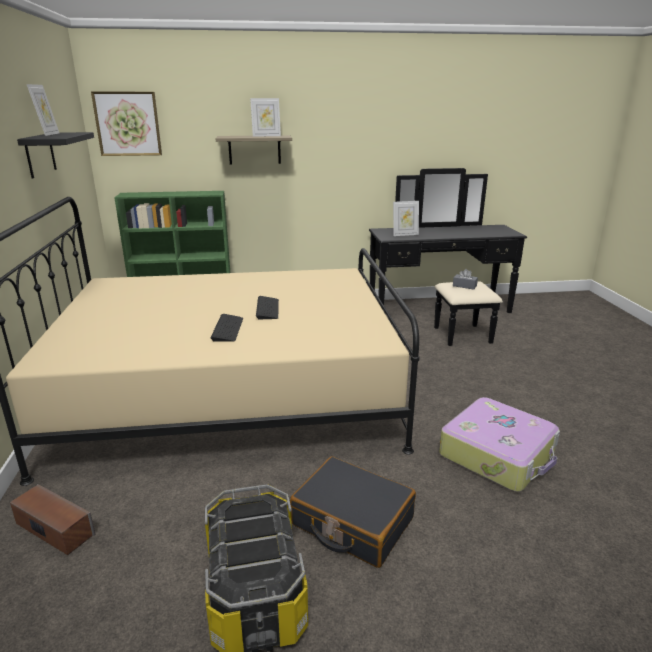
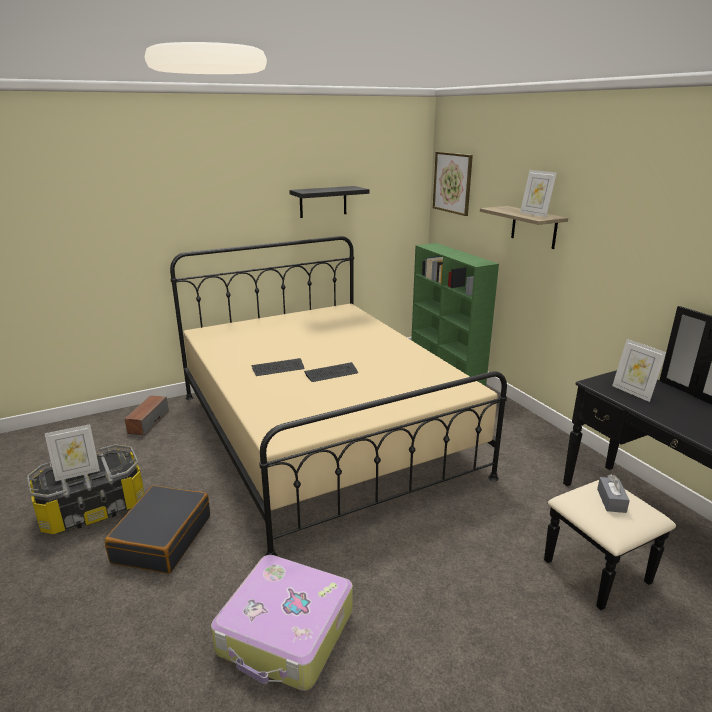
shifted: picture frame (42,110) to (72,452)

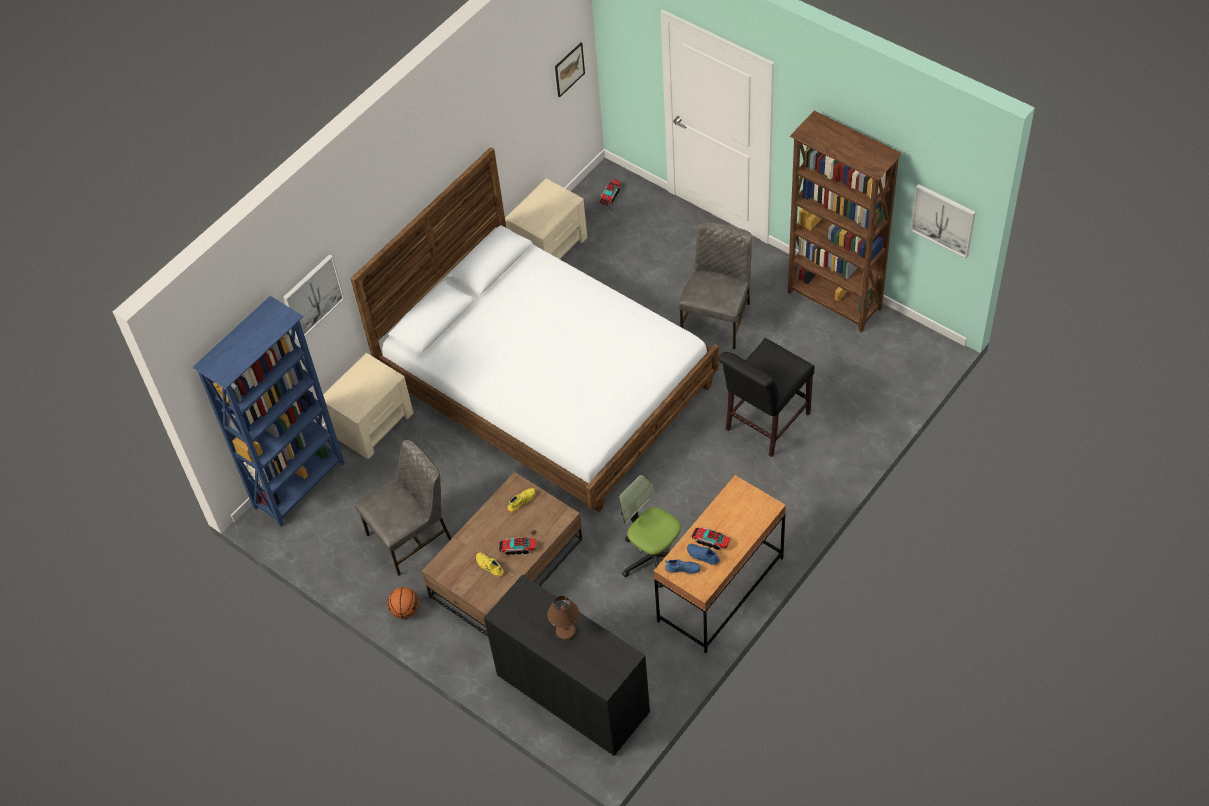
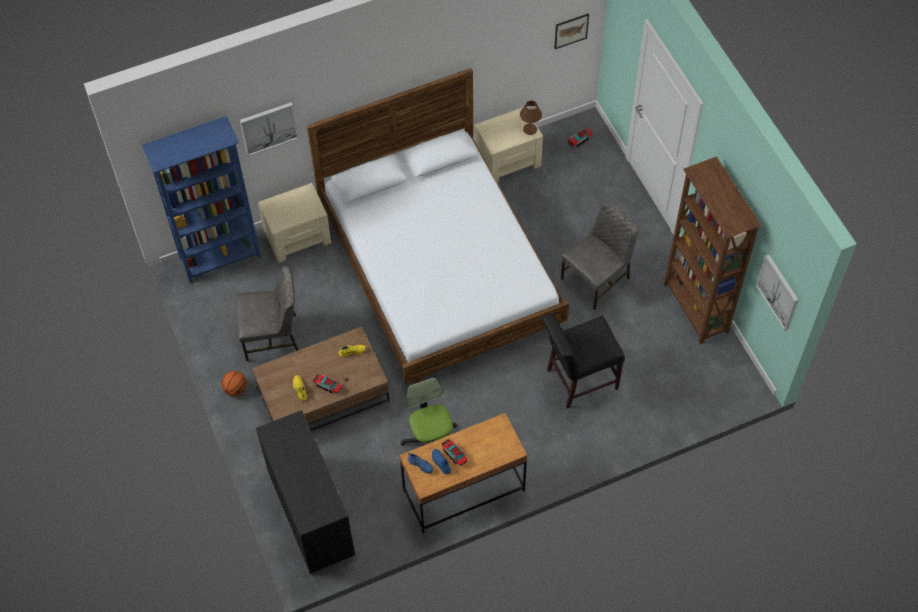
shifted: brownish table lamp (563,618) to (531,118)

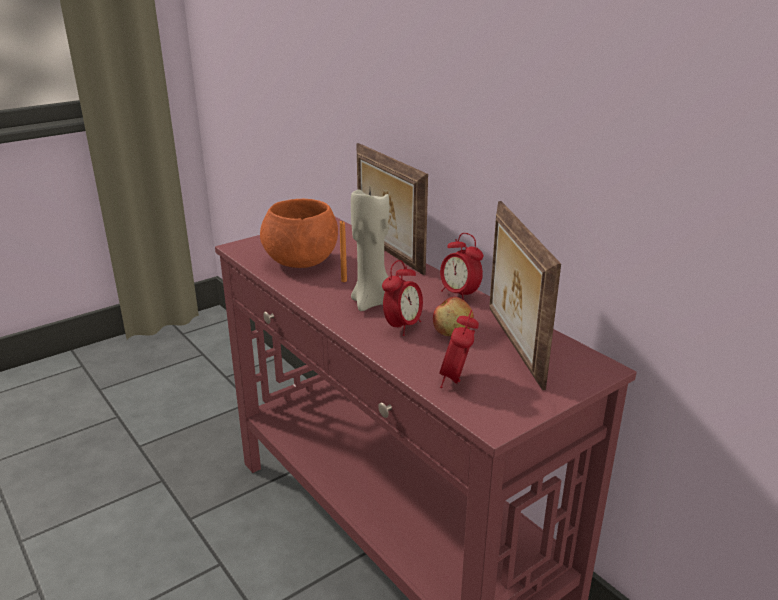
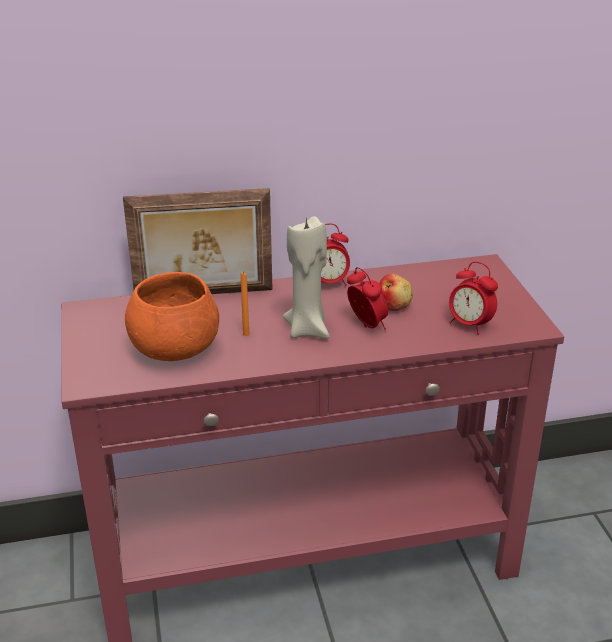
gone: picture frame (525,295)

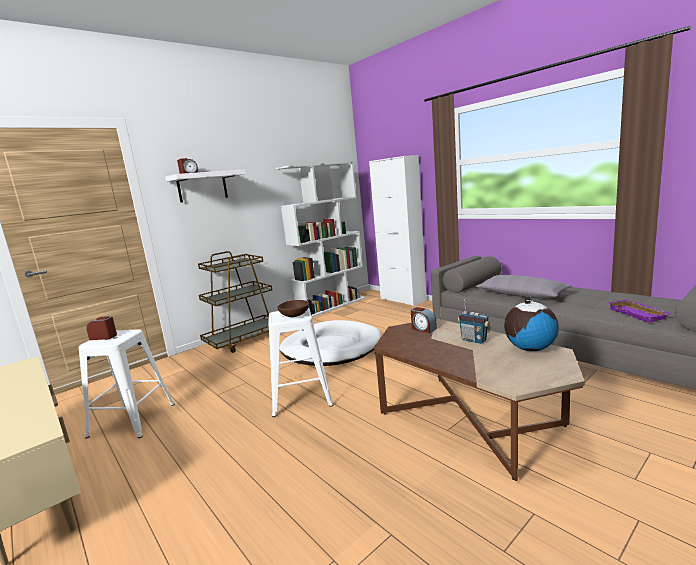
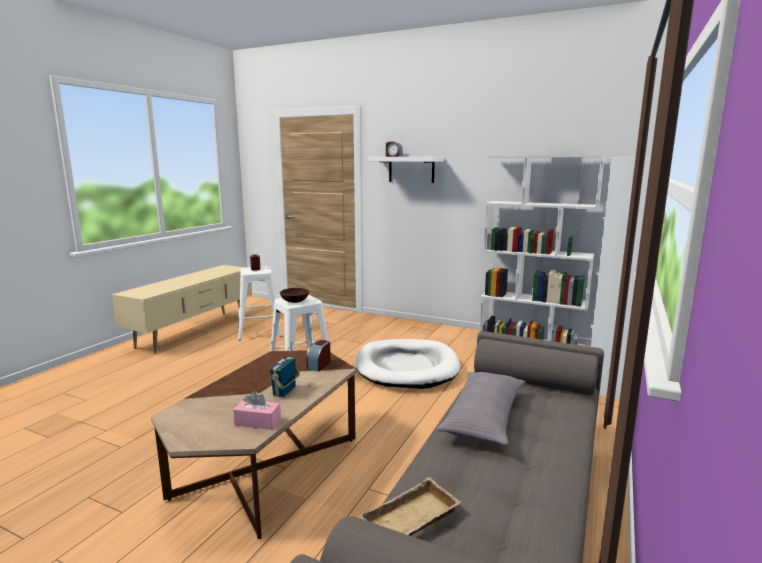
gone: brownish cart (235,302)
swapped: globe (531,323) to pinkish box of tissues (257,410)
repainted: purple-coloured tray (639,311) to beige-coloured tray (410,506)

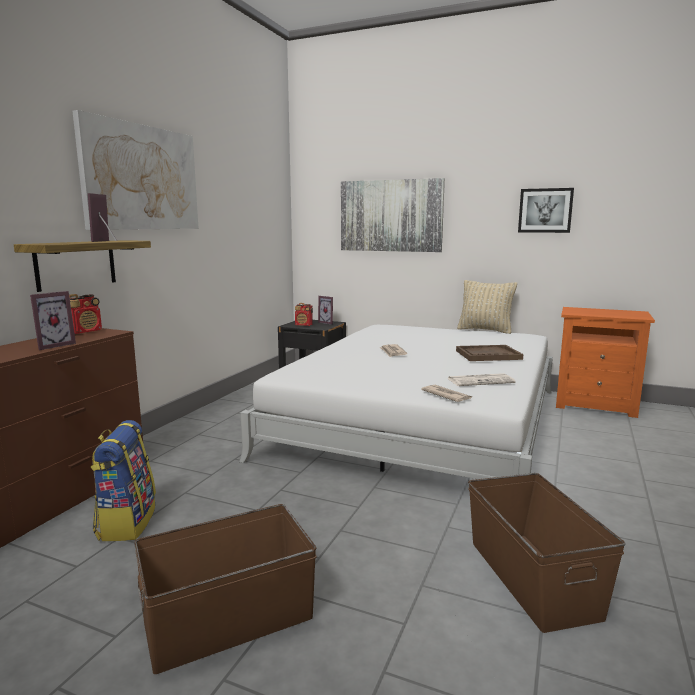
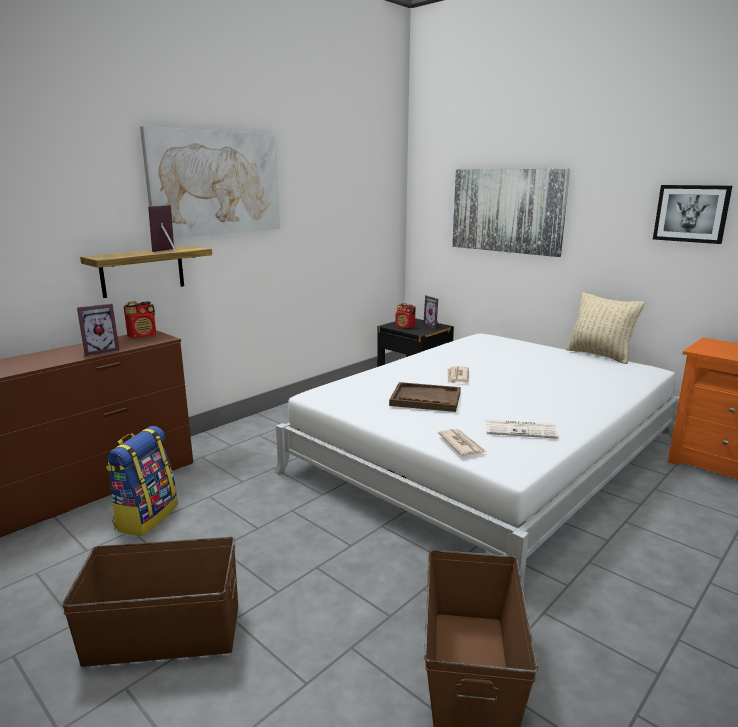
shifted: brownish tray (489,353) to (425,397)

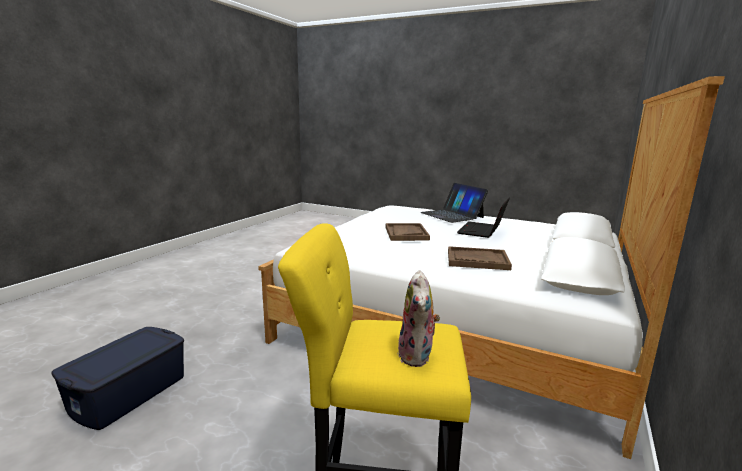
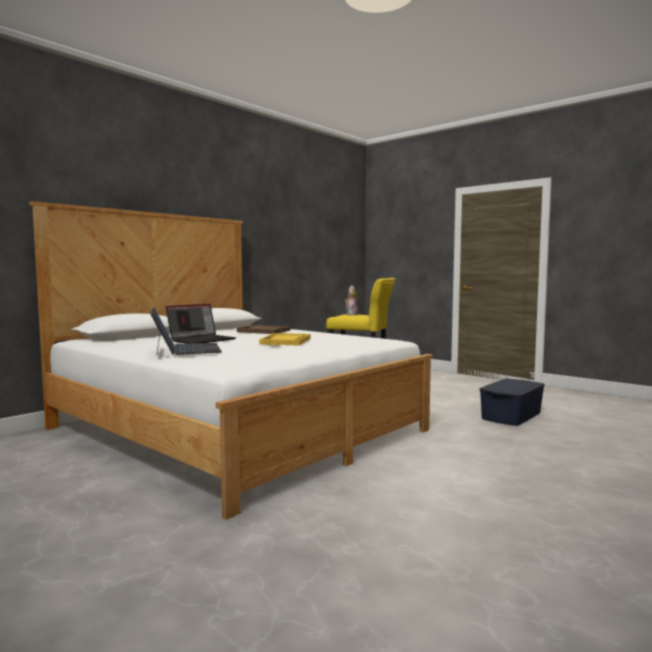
repainted: brownish tray (408,232) to yellow tray (285,339)

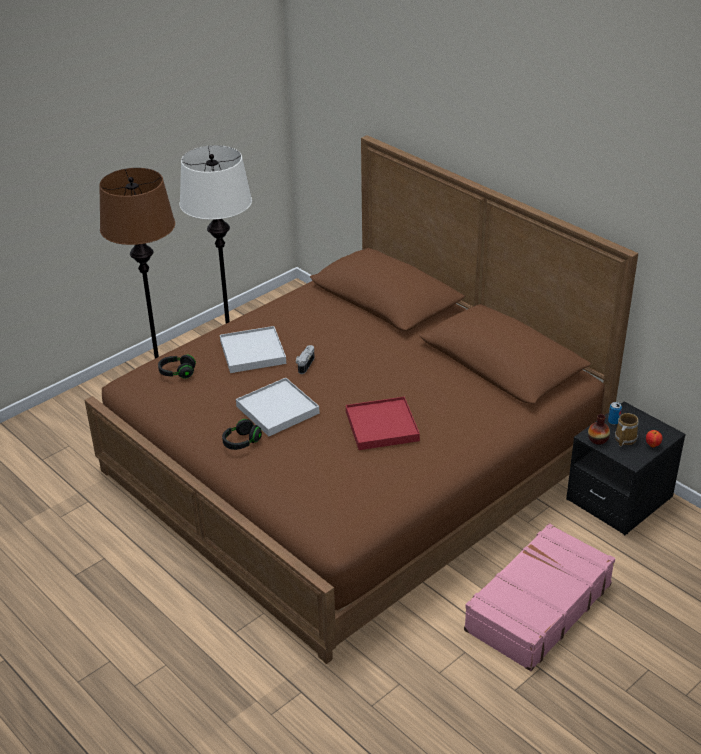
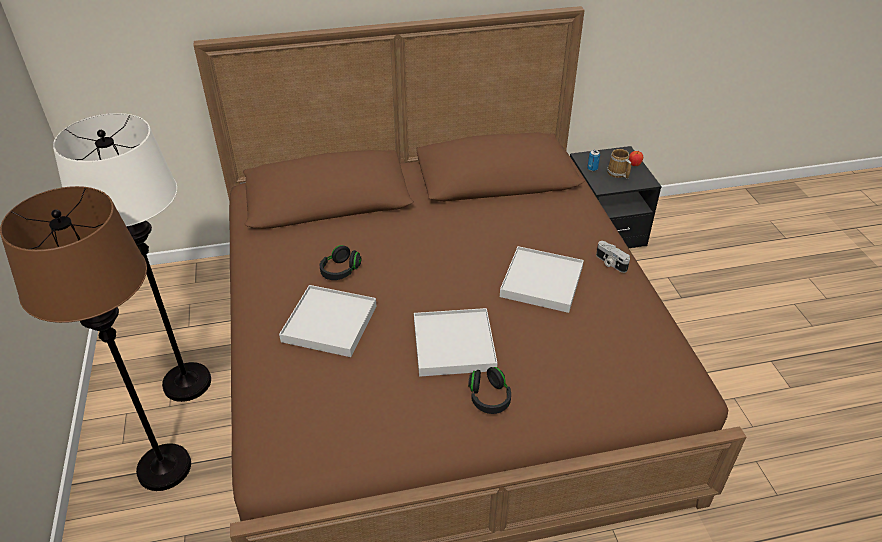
gone: vase (599,429); pinkish piece of luggage (539,597)
shifted: photo camera (305,359) to (613,257); black-coloured headphones (177,367) to (340,262)
repainted: reddish tray (383,423) to whitish tray (542,279)

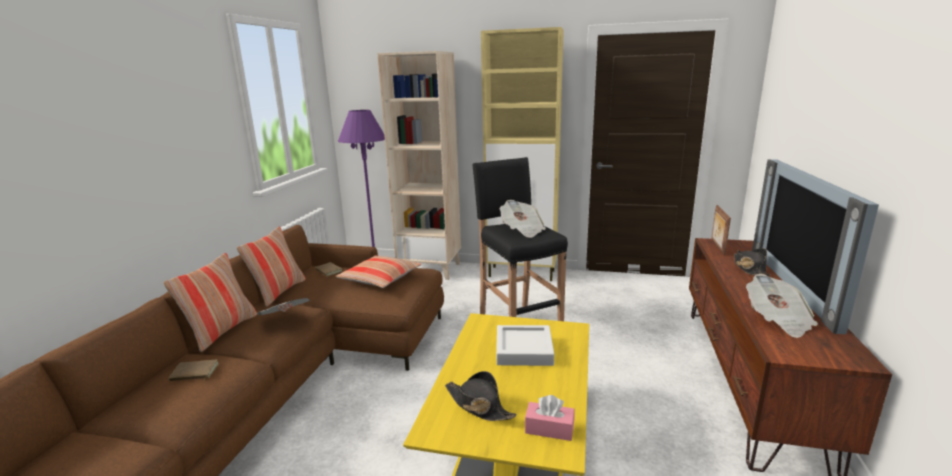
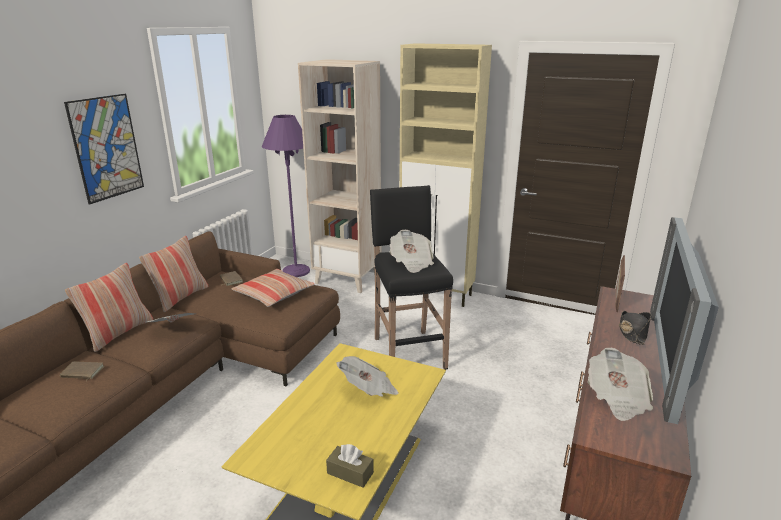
gone: black-coloured wearable hat (480,396)
new: wall picture (104,149)
swapped: whitish tray (525,345) to printed paper (367,376)
repainted: pinkish box of tissues (550,418) to brownish box of tissues (350,466)

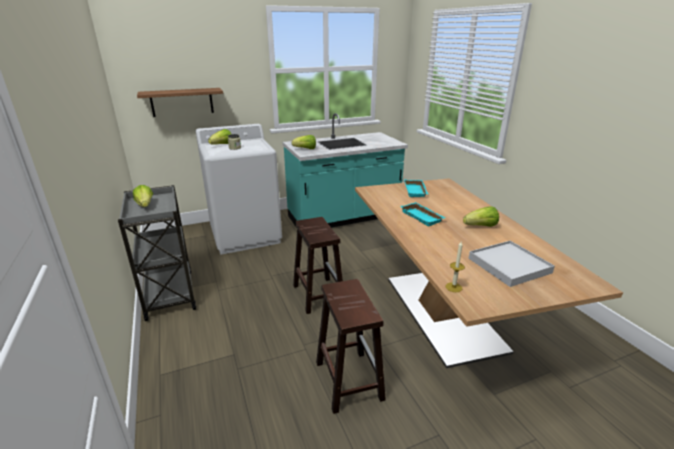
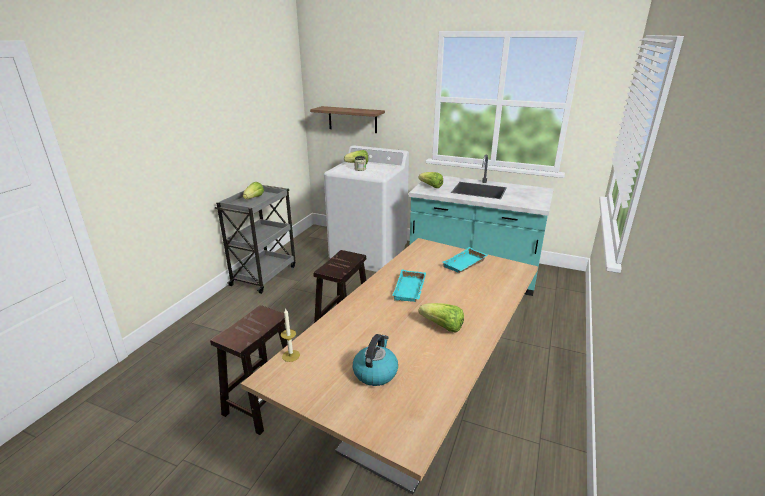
swapped: whitish tray (512,264) to kettle (375,360)

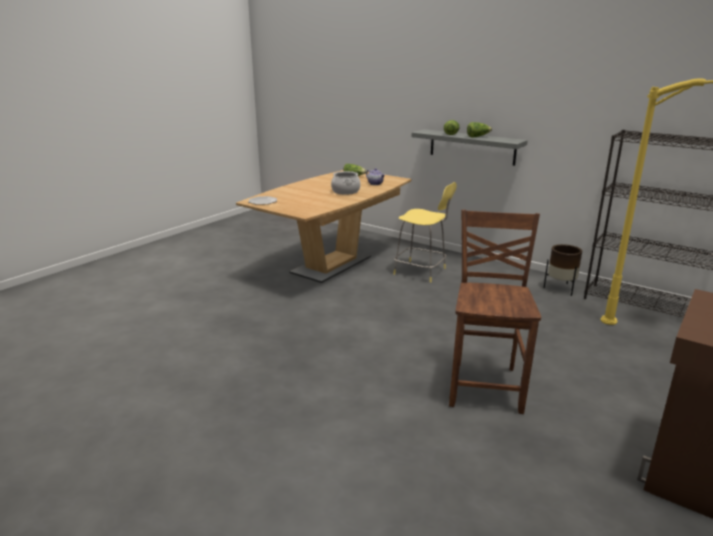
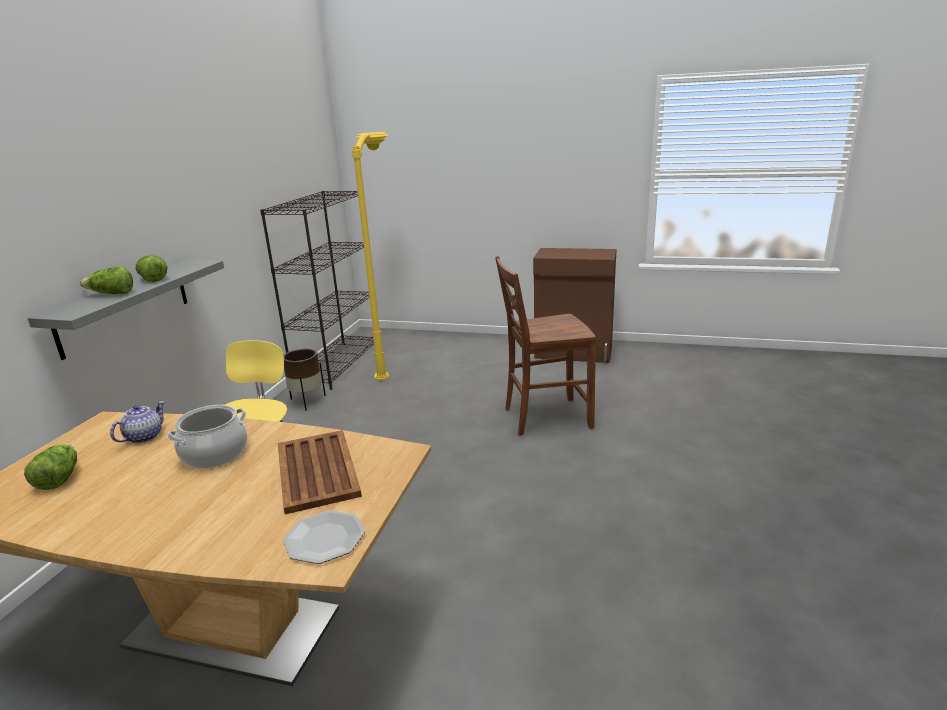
new: brownish tray (320,472)

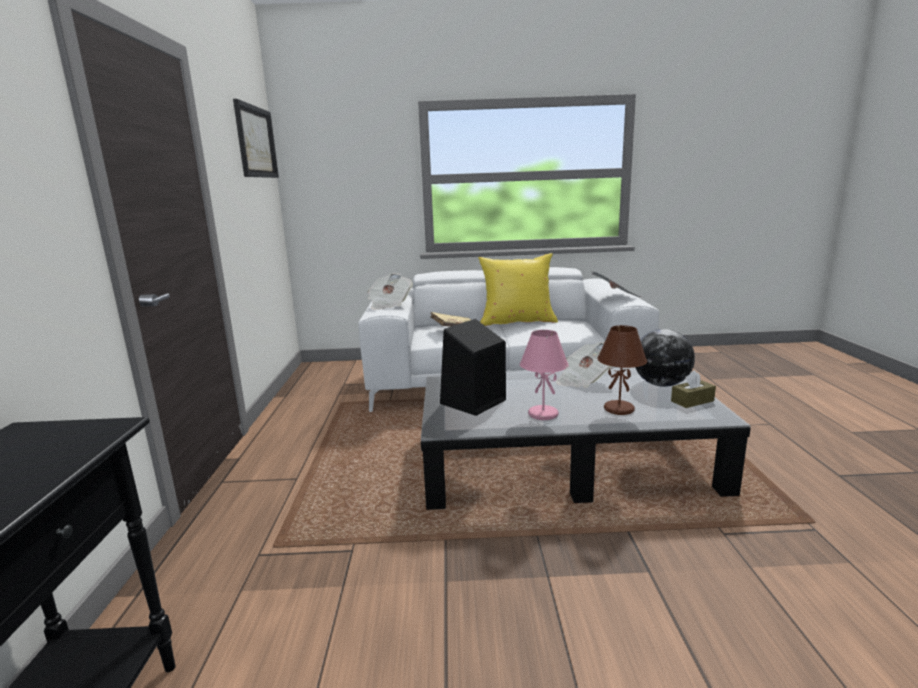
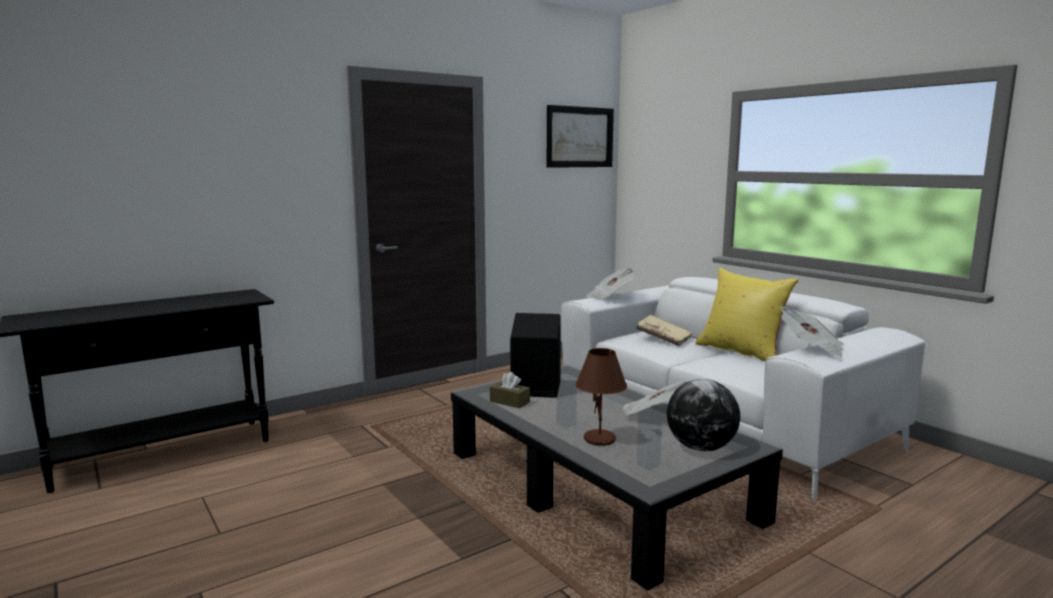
gone: pinkish table lamp (544,375)
shifted: brownish box of tissues (693,389) to (510,390)

